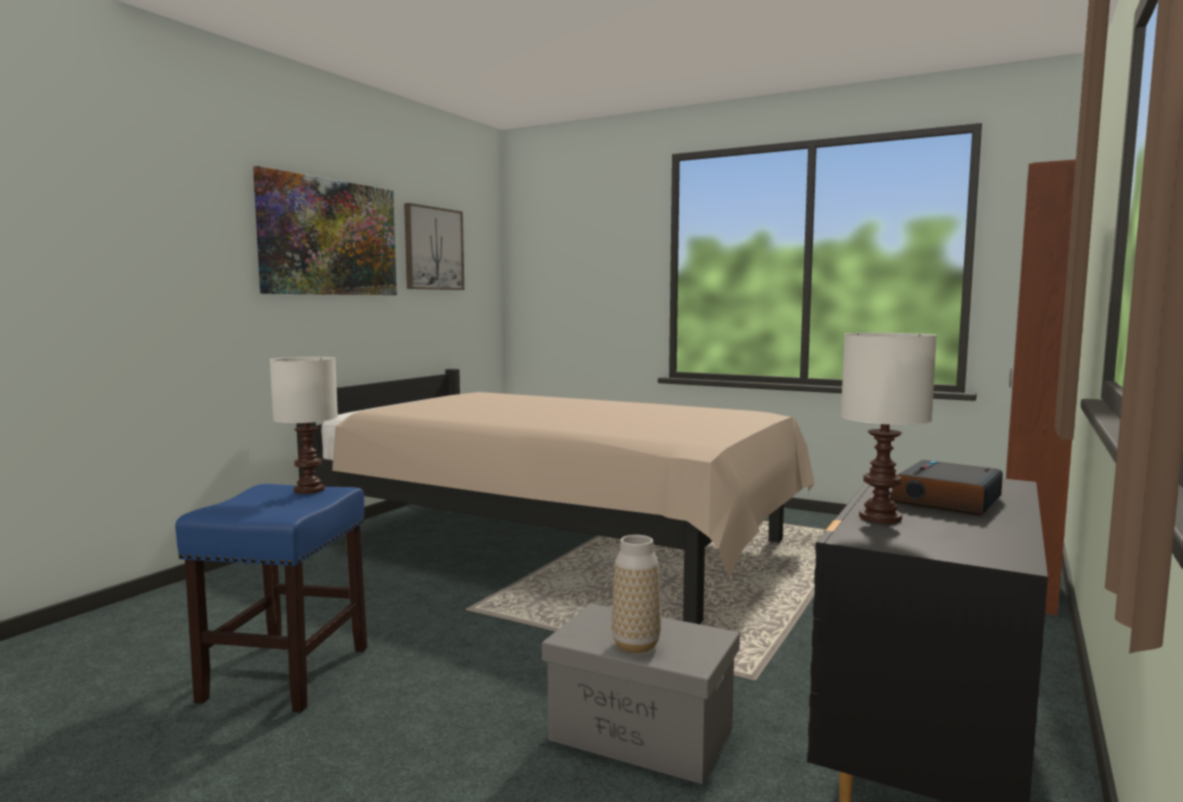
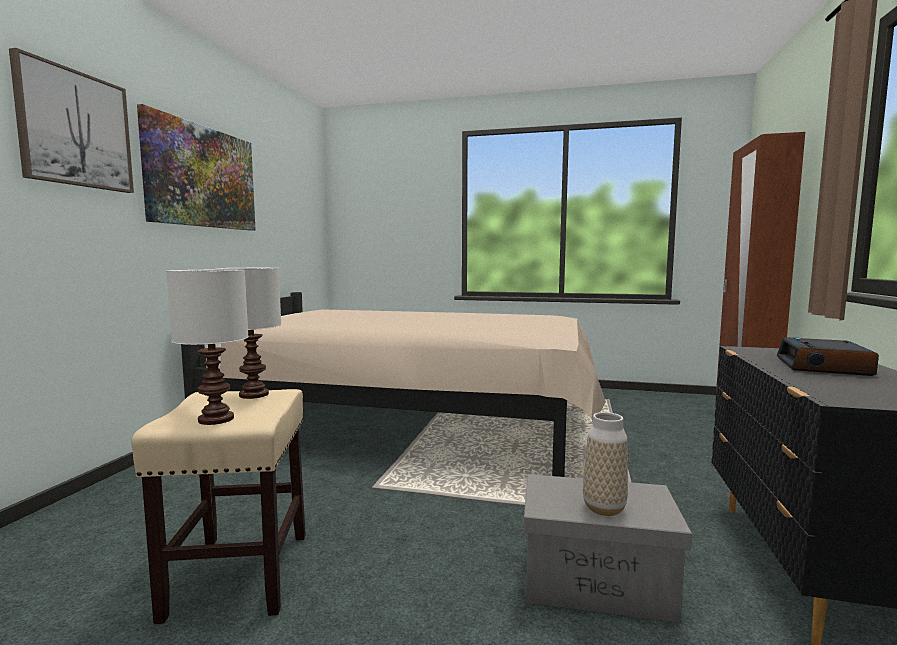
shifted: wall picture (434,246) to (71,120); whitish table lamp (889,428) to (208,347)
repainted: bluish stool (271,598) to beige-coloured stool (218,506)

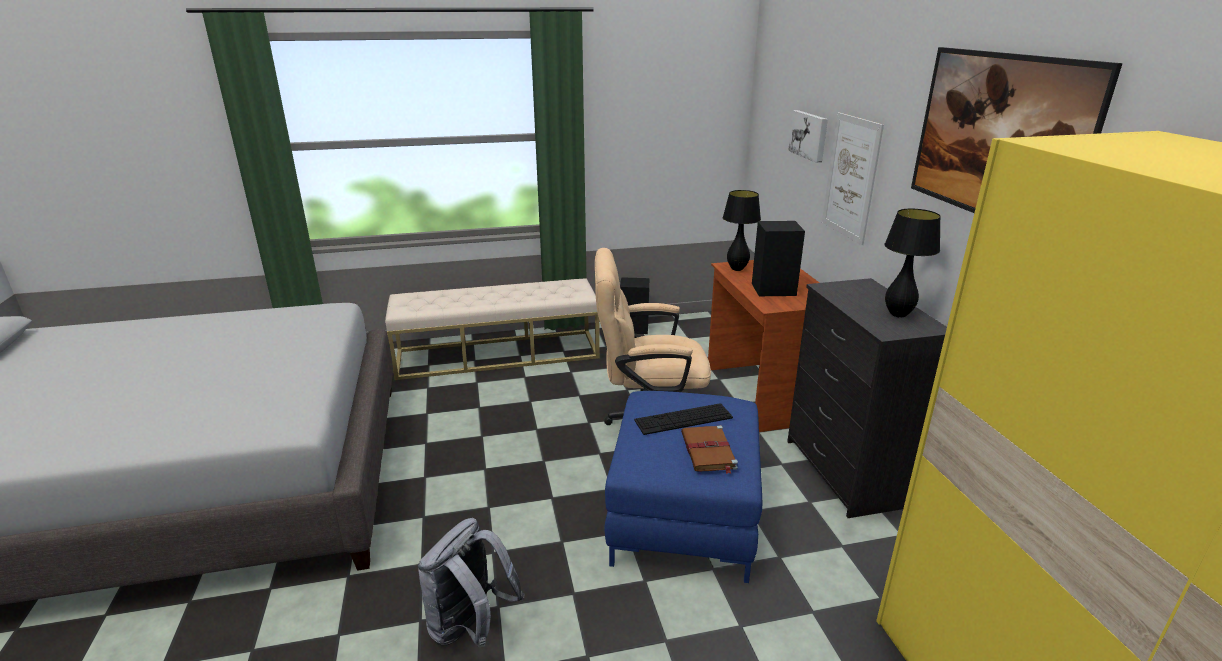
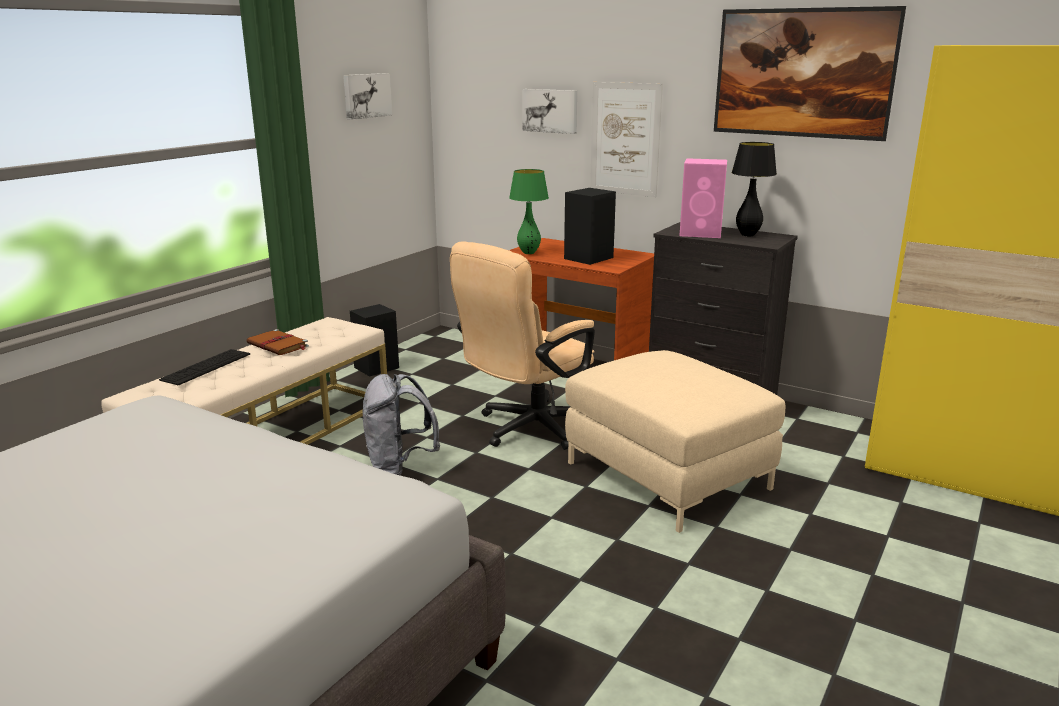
new: wall picture (367,96); pinkish audio speaker (703,198)
shifted: keyboard (683,419) to (204,367); brownish book (709,449) to (278,342); grey rucksack (471,583) to (401,424)
repainted: black-coloured table lamp (742,230) to green-coloured table lamp (529,211); bluish pouffe (683,487) to beige-coloured pouffe (675,441)

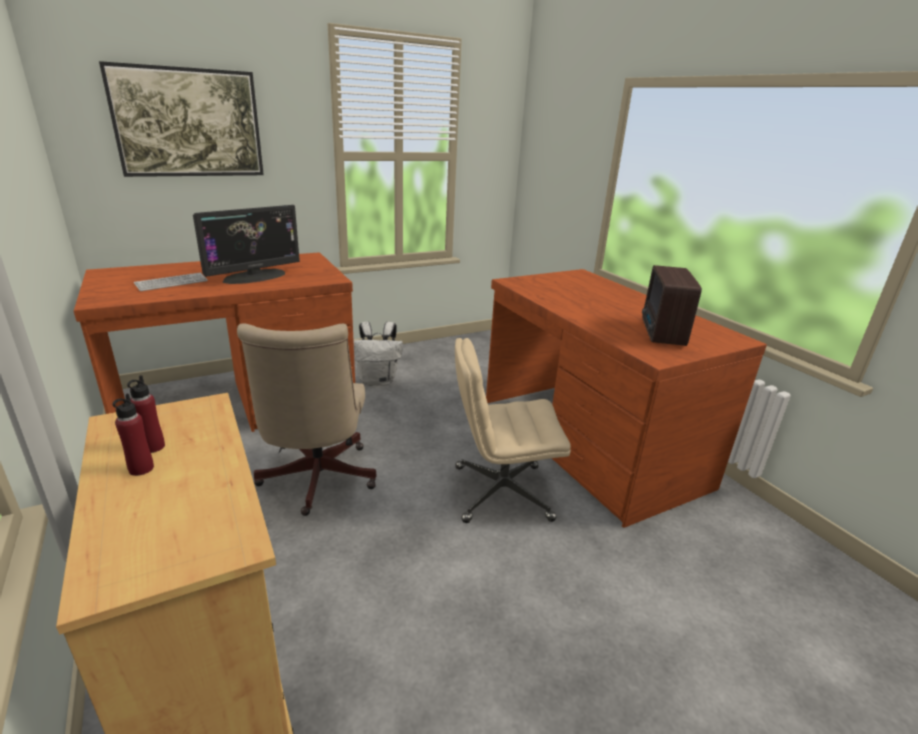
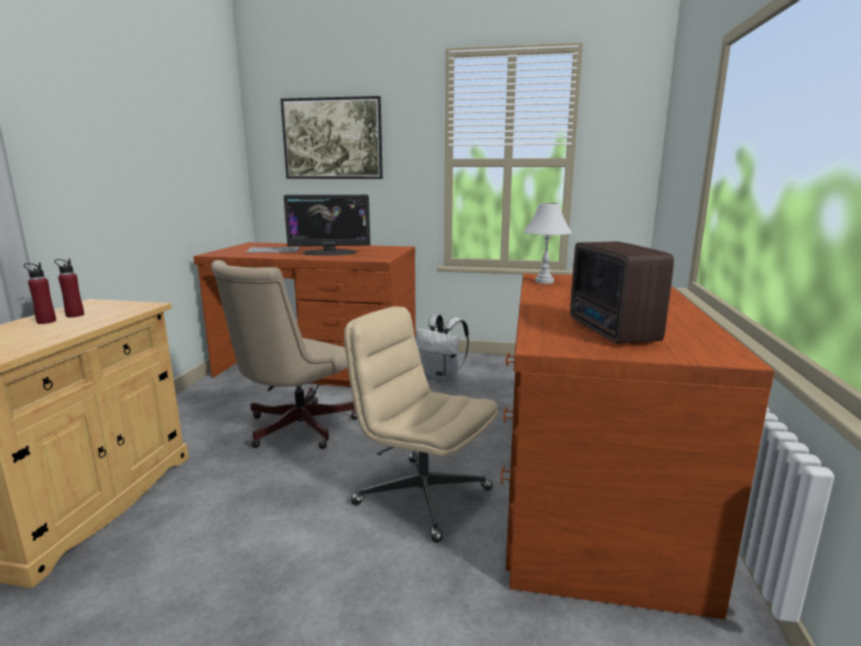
new: whitish table lamp (547,243)
rotated: radio (672,305) = (622,293) 60 degrees counterclockwise

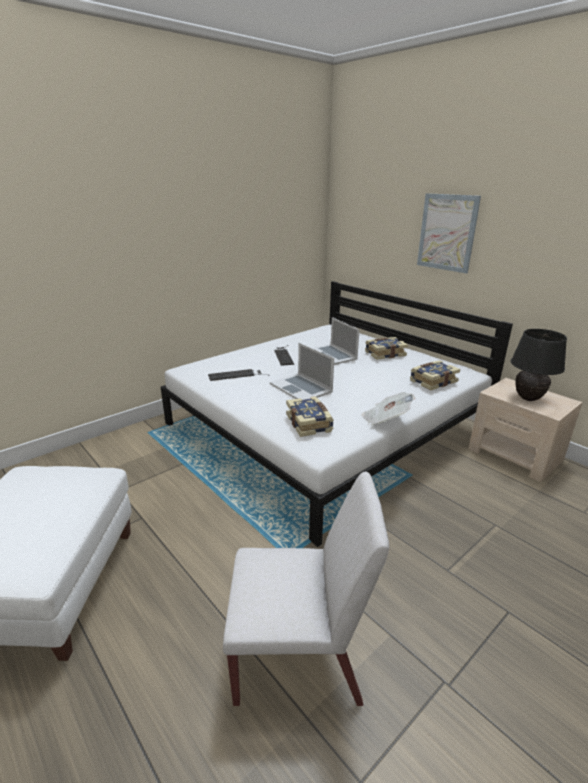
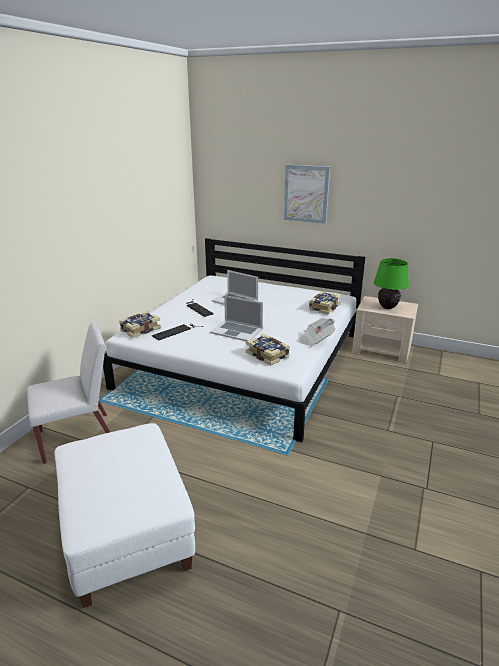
shifted: book (386,348) to (140,324); whitish upright chair (306,588) to (68,393)
repainted: black-coloured table lamp (539,365) to green-coloured table lamp (391,283)

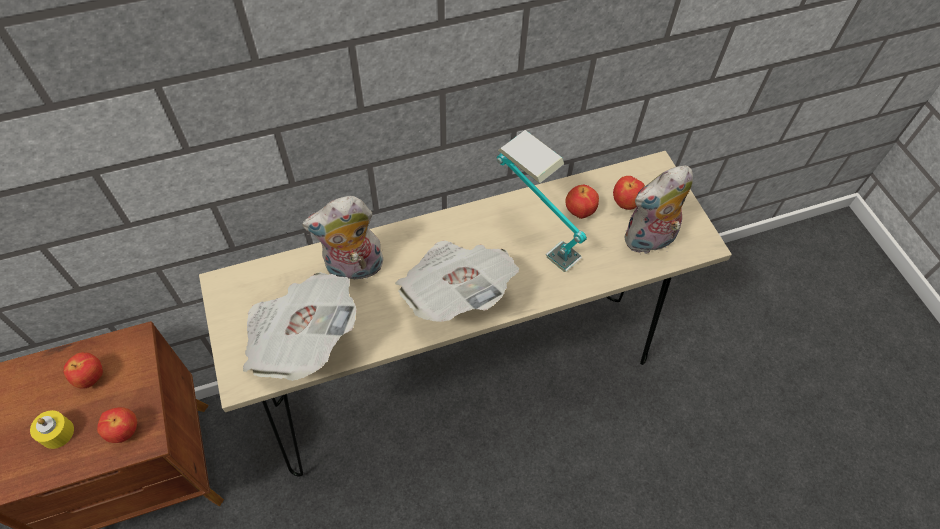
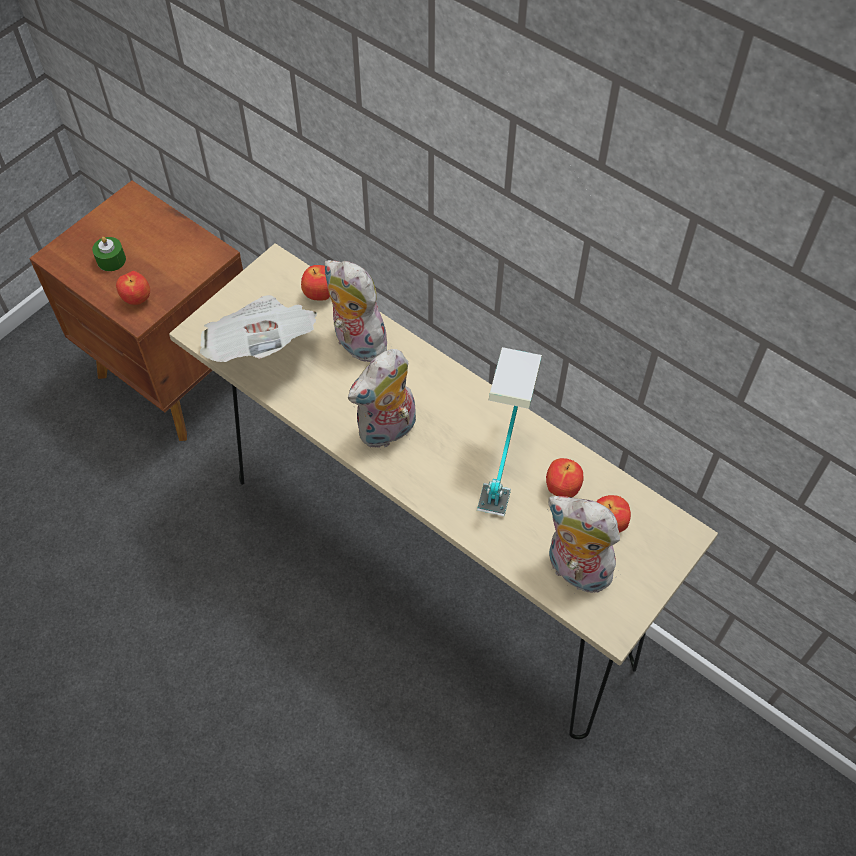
shifted: whole apple (83,370) to (315,282)
swapped: printed paper (457,281) to soft toy (382,398)
repainted: yellow wax light (52,429) to green-coloured wax light (109,254)

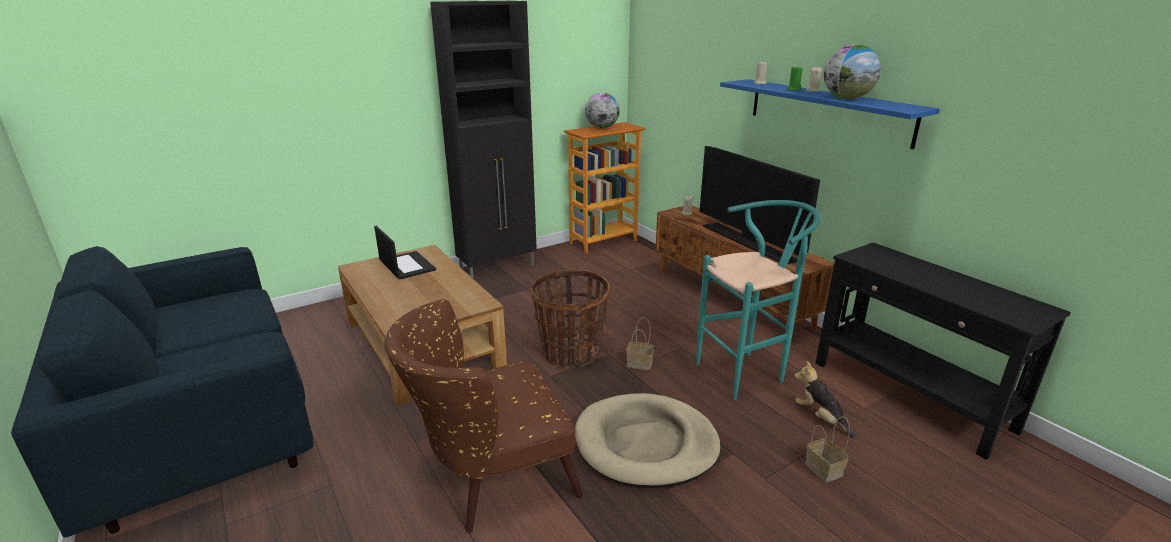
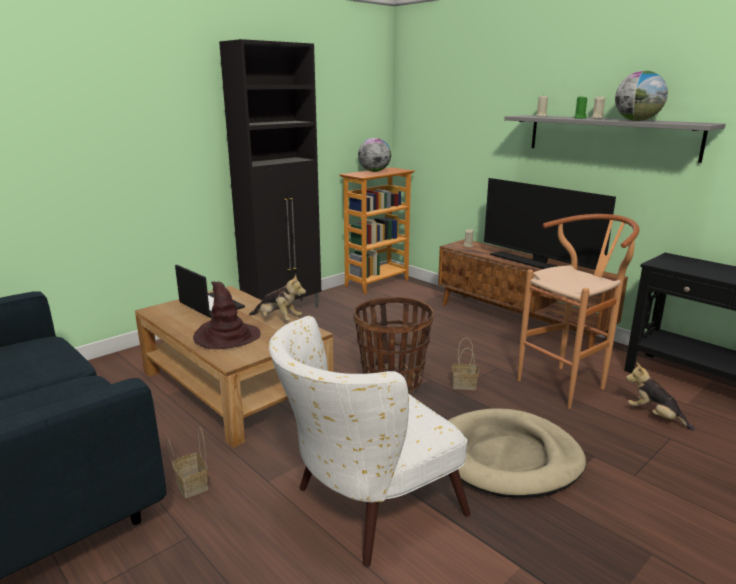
new: soft toy (277,297); brownish wearable hat (227,315)
shifted: household basket (827,449) to (187,462)
repainted: bluish shelf (830,114) to grey shelf (615,139); turquoise stool (758,300) to brownish stool (578,311); brownish armchair (483,416) to whitish armchair (369,441)

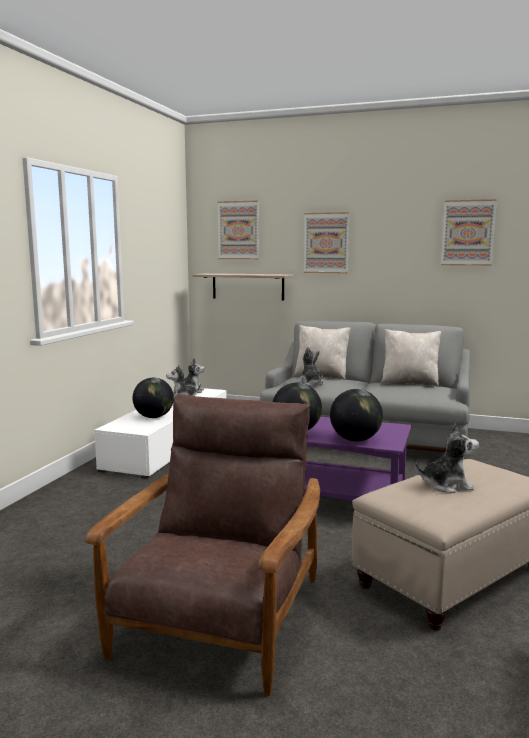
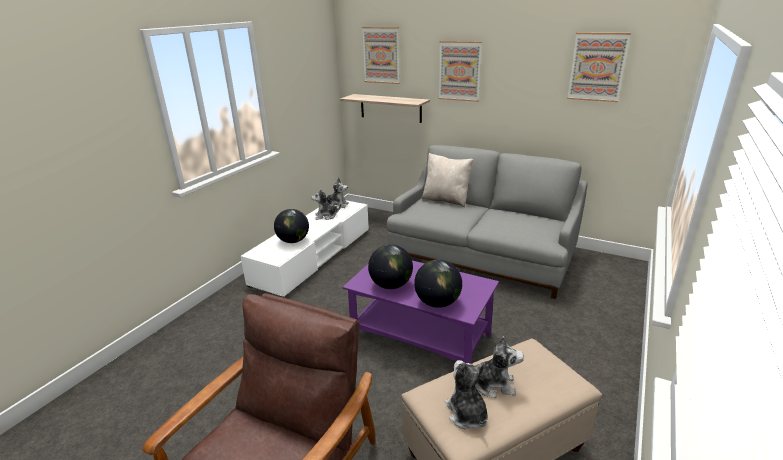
gone: beige-coloured pillow (410,358)
shifted: soft toy (310,366) to (466,394)

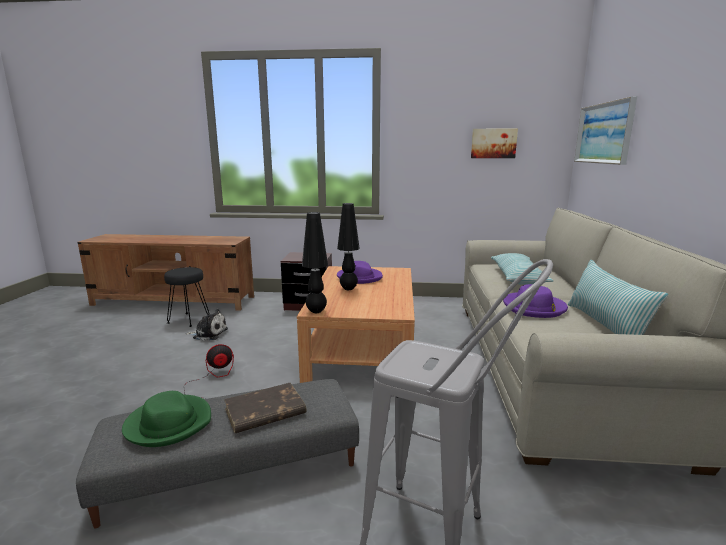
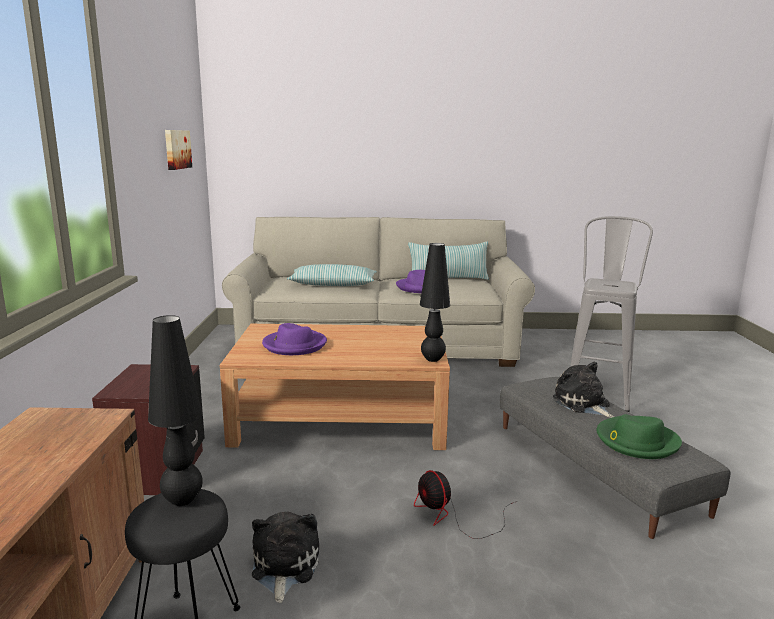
gone: wall picture (605,130)
shifted: black-coloured table lamp (348,246) to (175,410)
swapped: brownish book (265,408) to soft toy (583,390)

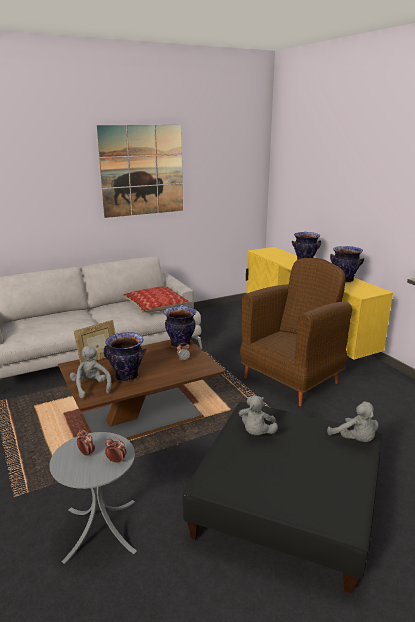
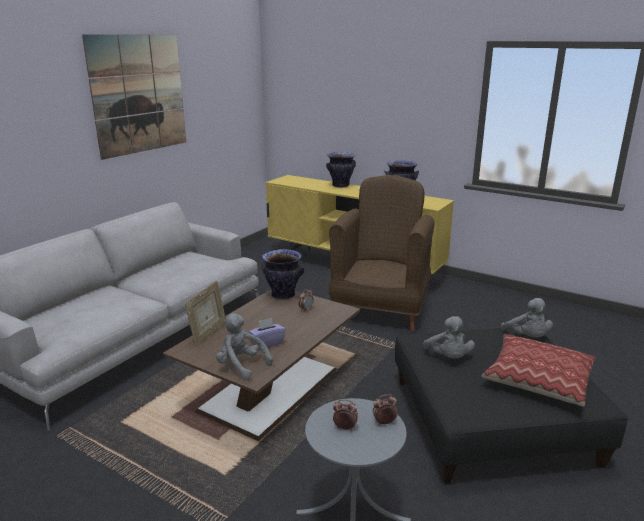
shifted: pillow (156,299) to (539,370)
swapped: vase (125,357) to purple-coloured box of tissues (267,333)
rotated: grey soft toy (353,421) = (527,318) 45 degrees clockwise

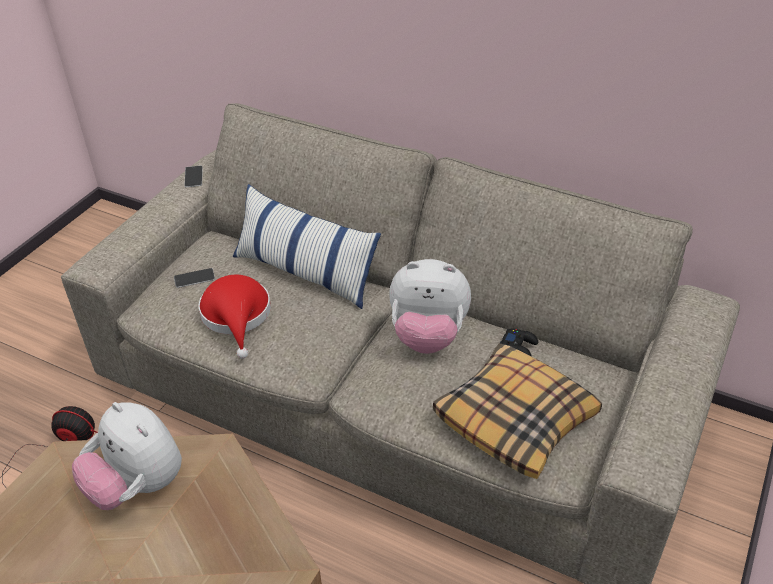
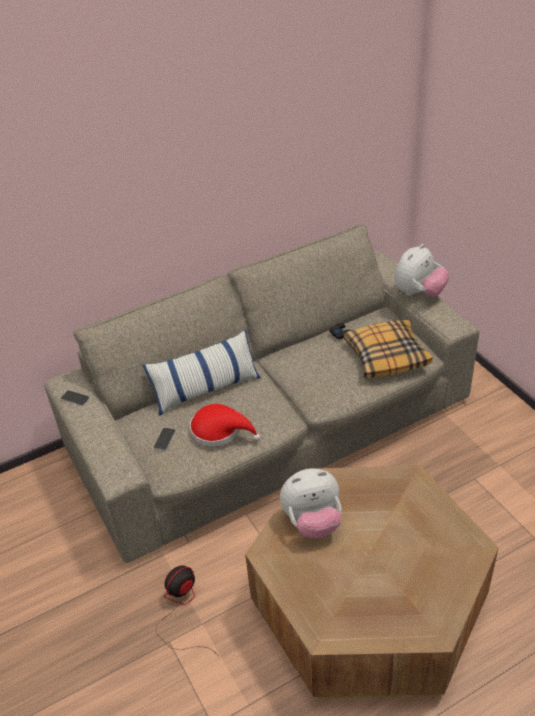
shifted: soft toy (430,306) to (421,270)

